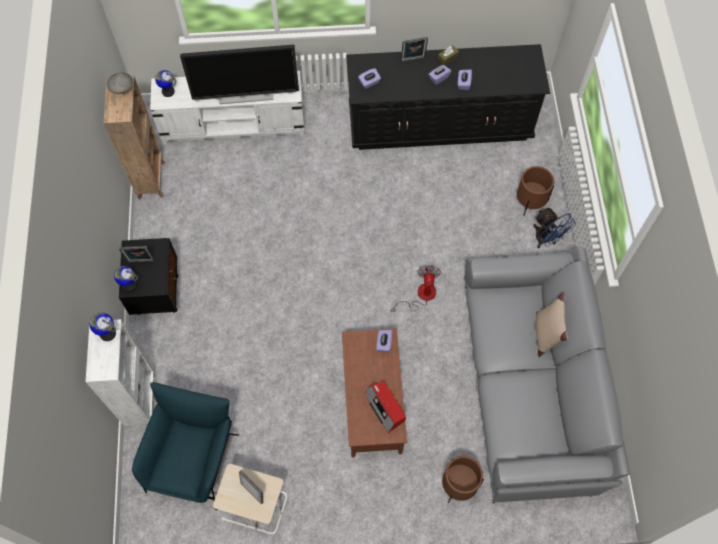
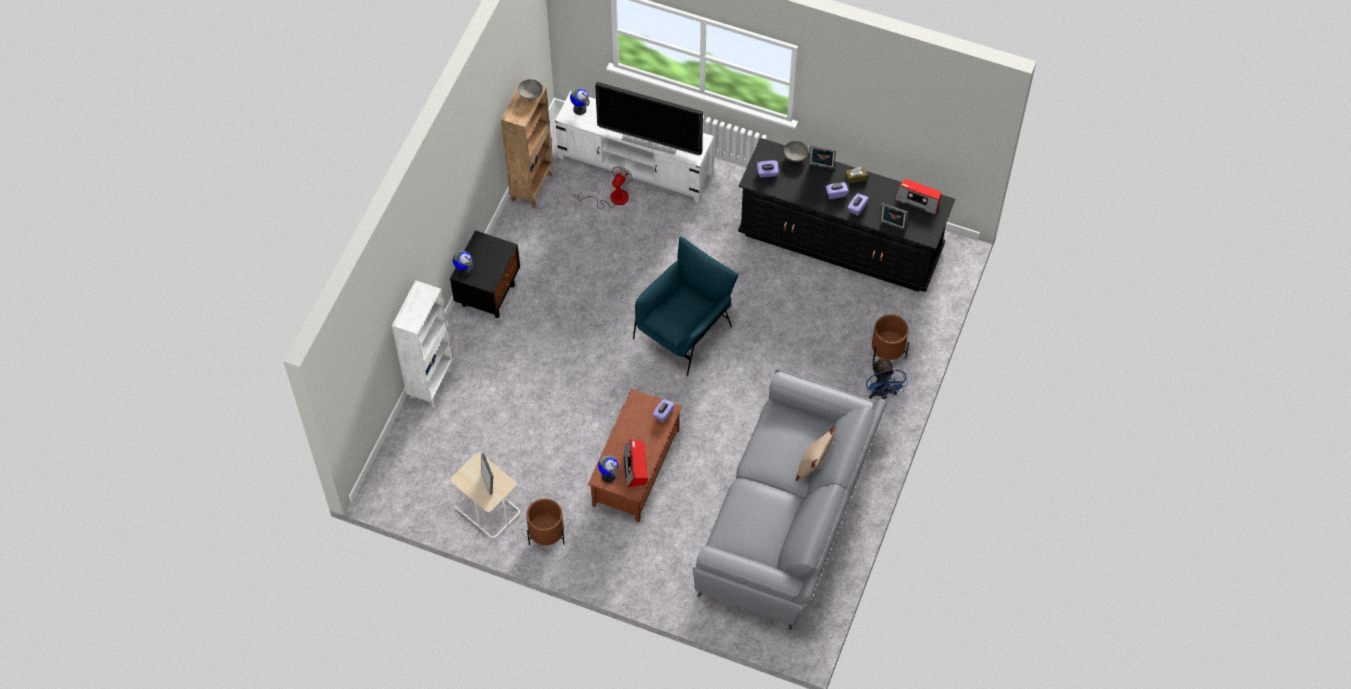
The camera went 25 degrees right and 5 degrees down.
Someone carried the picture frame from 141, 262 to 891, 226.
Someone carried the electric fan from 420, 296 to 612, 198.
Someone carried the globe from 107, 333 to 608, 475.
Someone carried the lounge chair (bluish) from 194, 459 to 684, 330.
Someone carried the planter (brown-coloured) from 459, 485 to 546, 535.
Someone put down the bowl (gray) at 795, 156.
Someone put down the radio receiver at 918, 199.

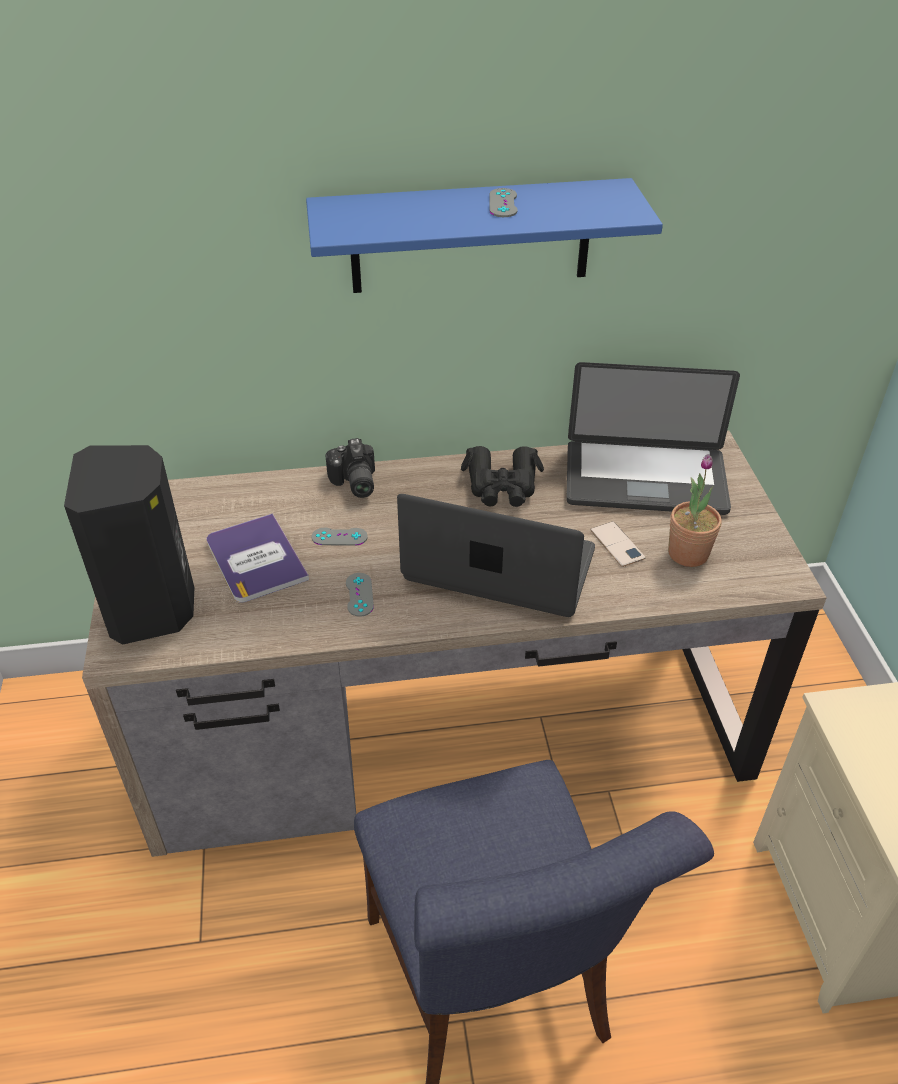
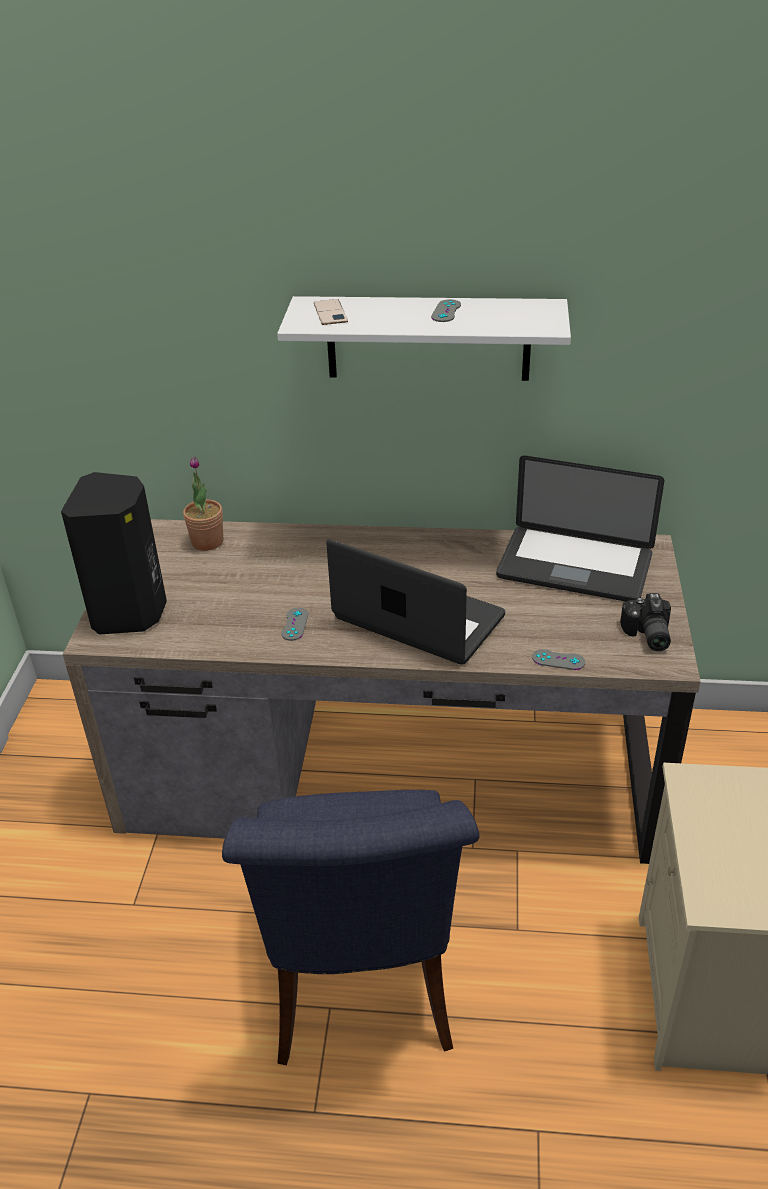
The camera went 15 degrees right and 5 degrees down.
Someone repainted the bracket shelf (bluish) at 471, 236, which became the bracket shelf (white-coloured) at 428, 338.
Someone carried the photo camera from 353, 483 to 646, 635.
Someone took away the field glasses (blackish) at 502, 485.
Someone carried the plant in a pot from 688, 553 to 207, 542.
Someone took away the book at 256, 559.
Someone carried the phone from 617, 544 to 330, 313.
Someone carried the game controller (gray) from 339, 537 to 558, 660.

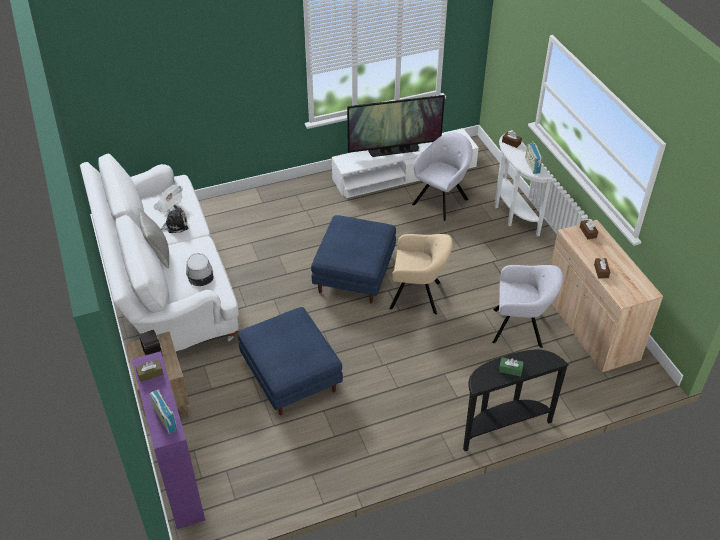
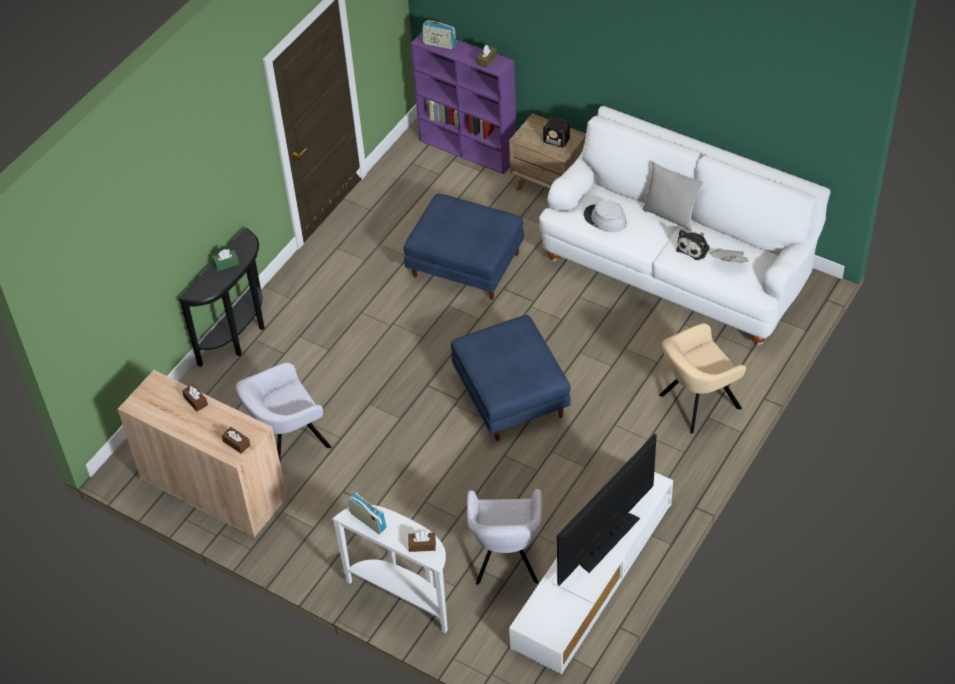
The camera went 145 degrees right and 5 degrees up.
Someone carried the lounge chair (beige) from 418, 295 to 697, 403.

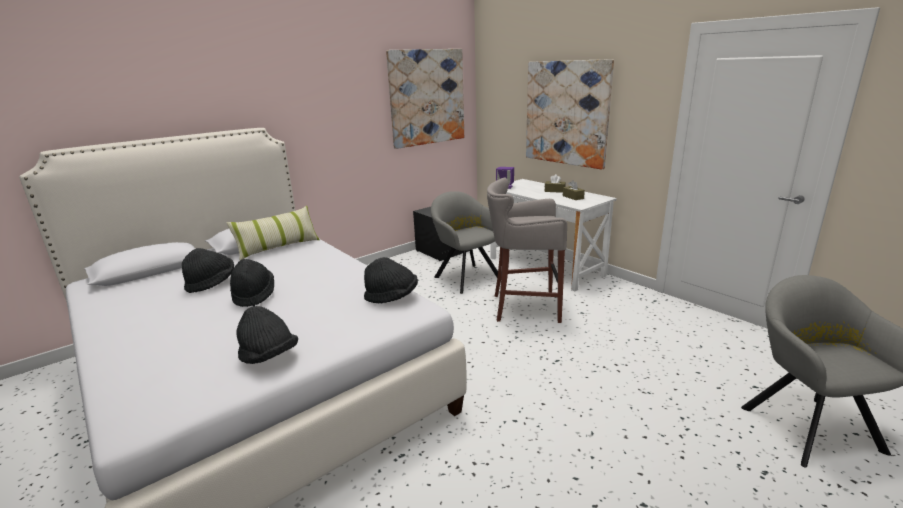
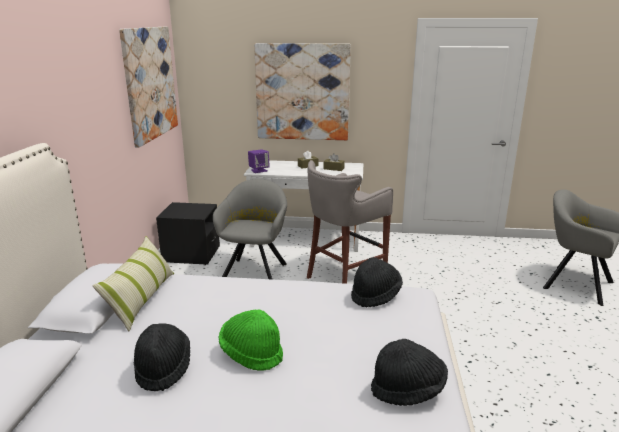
The camera went 45 degrees left and 0 degrees up.
Someone rotated the lounge chair (gray) at 466, 276 by 90 degrees clockwise.
Someone repainted the clothing hat (blackish) at 254, 295, which became the clothing hat (green-coloured) at 251, 354.

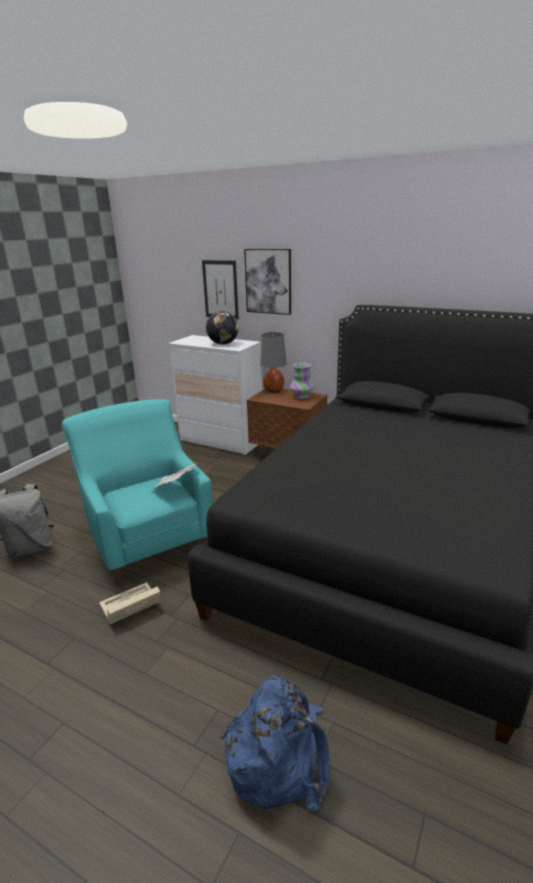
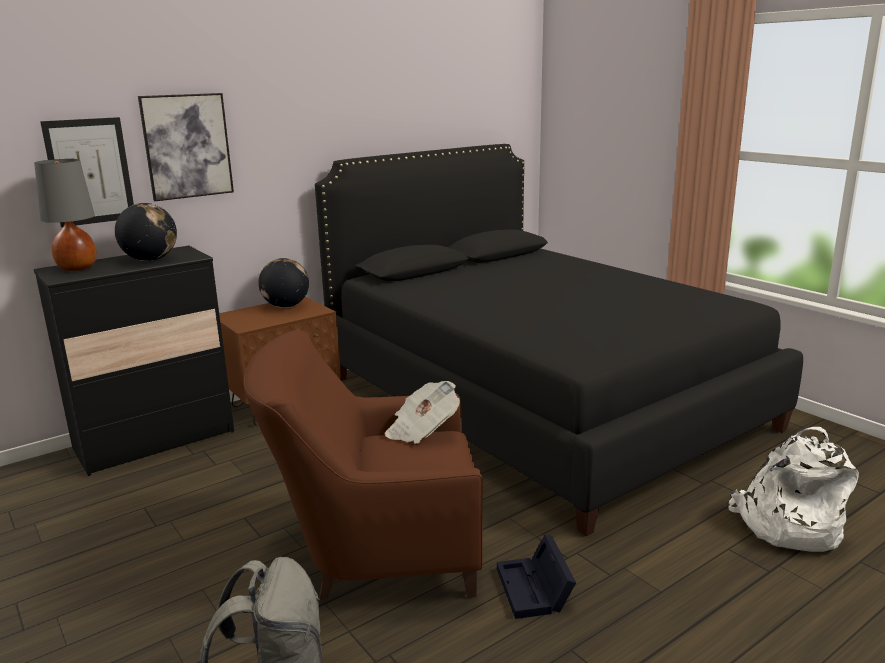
The camera went 65 degrees left and 5 degrees down.
Someone carried the table lamp (gray) from 273, 390 to 77, 268.
Someone repainted the dresser (white-coloured) at 221, 441, which became the dresser (blackish) at 155, 441.
Someone swapped the vase at 302, 396 for the globe at 286, 306.
Someone repainted the lounge chair (turquoise) at 147, 538, which became the lounge chair (brown-coloured) at 375, 553.
Someone repainted the storage bin (beige) at 129, 608, which became the storage bin (blackish) at 535, 590.
Someone repainted the backpack (bluish) at 279, 756, which became the backpack (white-coloured) at 787, 525.

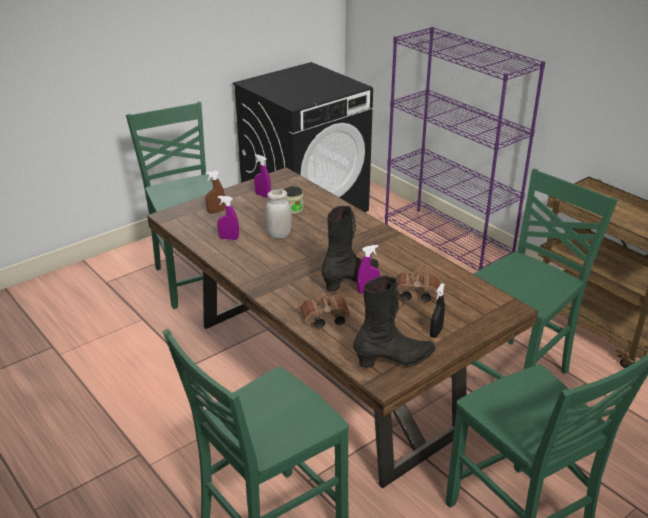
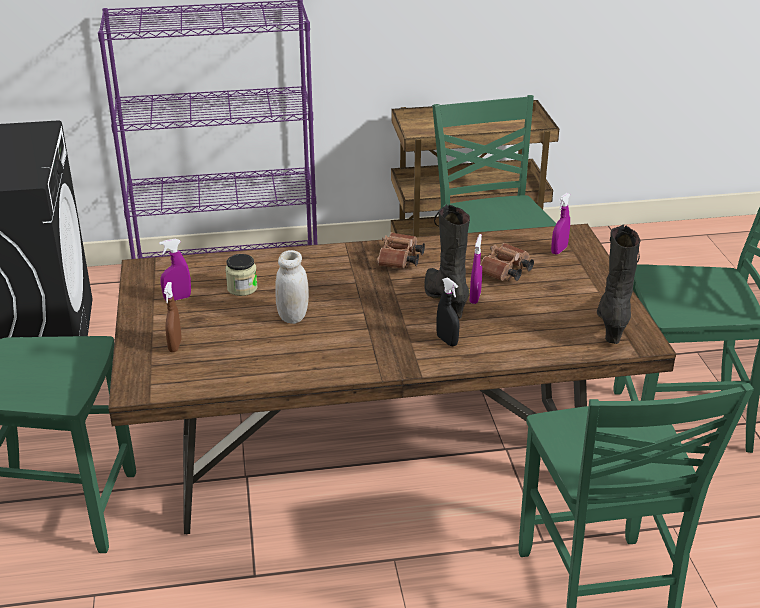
The camera went 60 degrees left and 0 degrees up.
Someone carried the sprayer (purple-coloured) from 229, 238 to 559, 250.
Someone carried the sprayer (blackish) from 436, 332 to 447, 341.
Someone carried the field glasses (brown-coloured) from 324, 319 to 400, 261.

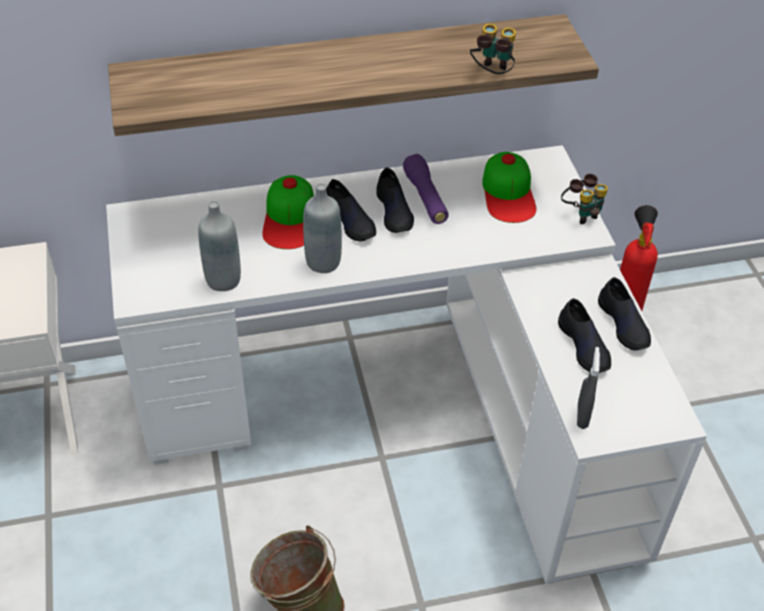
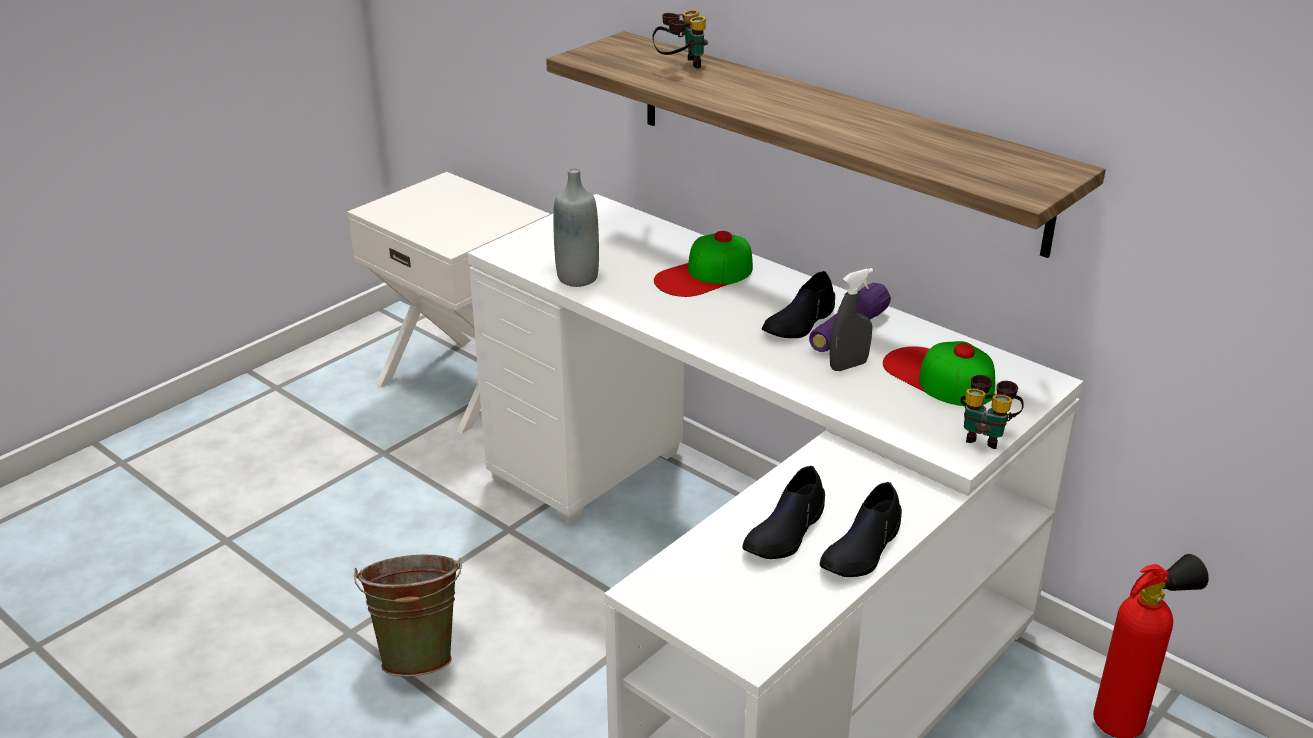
The camera went 55 degrees right and 15 degrees down.
Someone carried the field glasses from 491, 74 to 680, 65.
Someone rotated the baseball cap at 508, 193 by 90 degrees clockwise.
Someone took away the shoe (blackish) at 350, 221.
Someone took away the bottle (gray) at 323, 262.
Someone carried the sprayer (gray) from 582, 416 to 848, 365.

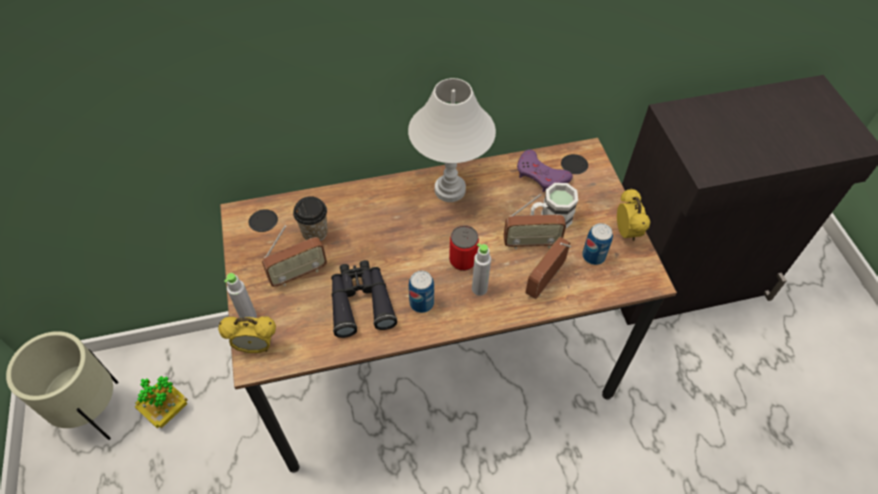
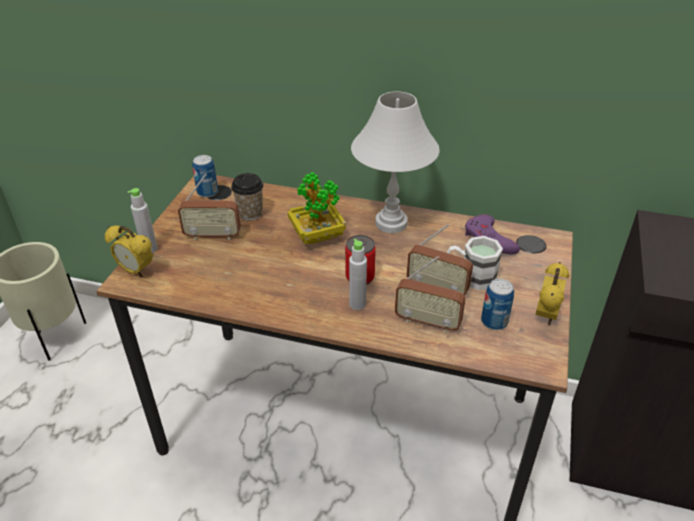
The camera went 30 degrees right and 15 degrees down.
Someone rotated the radio receiver at 545, 280 by 135 degrees counterclockwise.
Someone took away the field glasses (blackish) at 360, 301.
Someone carried the metal can from 421, 303 to 207, 192.
Someone carried the plant in a pot from 166, 409 to 317, 235.

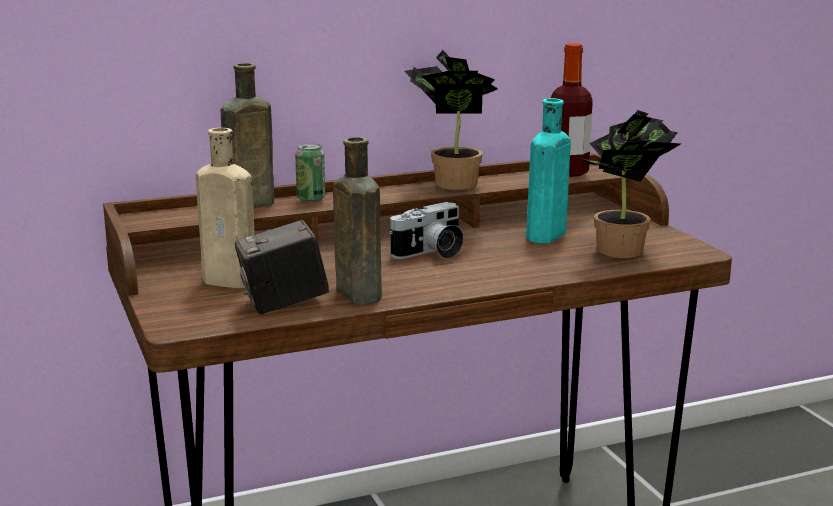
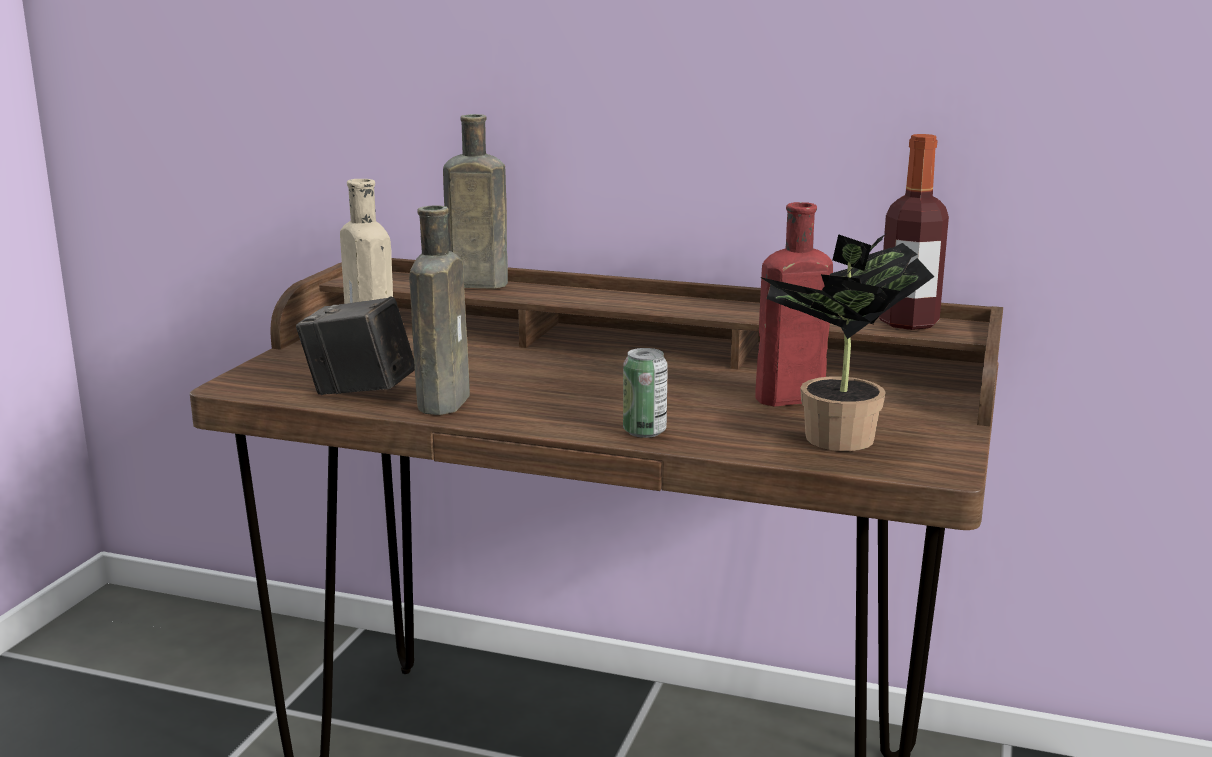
The camera went 40 degrees right and 0 degrees up.
Someone took away the plant in a pot at 450, 183.
Someone repainted the bottle (turquoise) at 544, 237, which became the bottle (red) at 785, 398.
Someone carried the metal can from 311, 199 to 644, 431.
Someone took away the photo camera at 431, 253.

